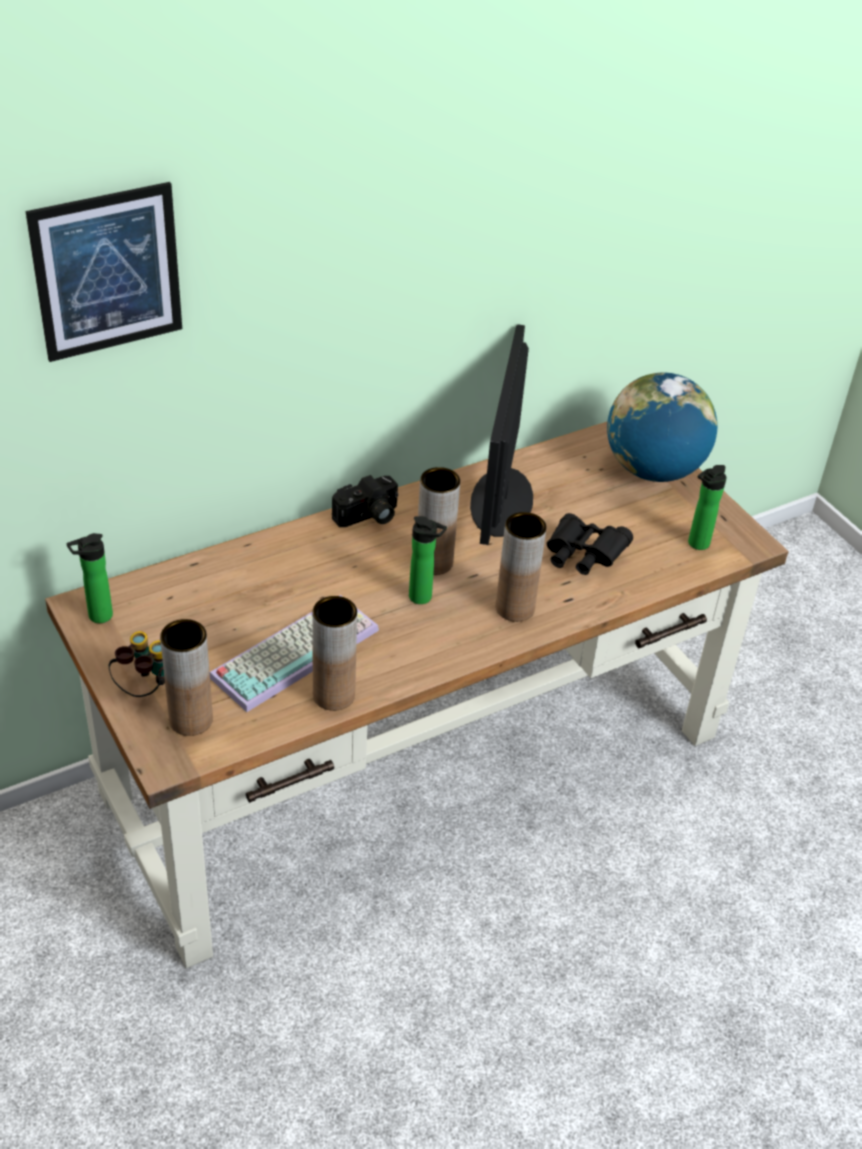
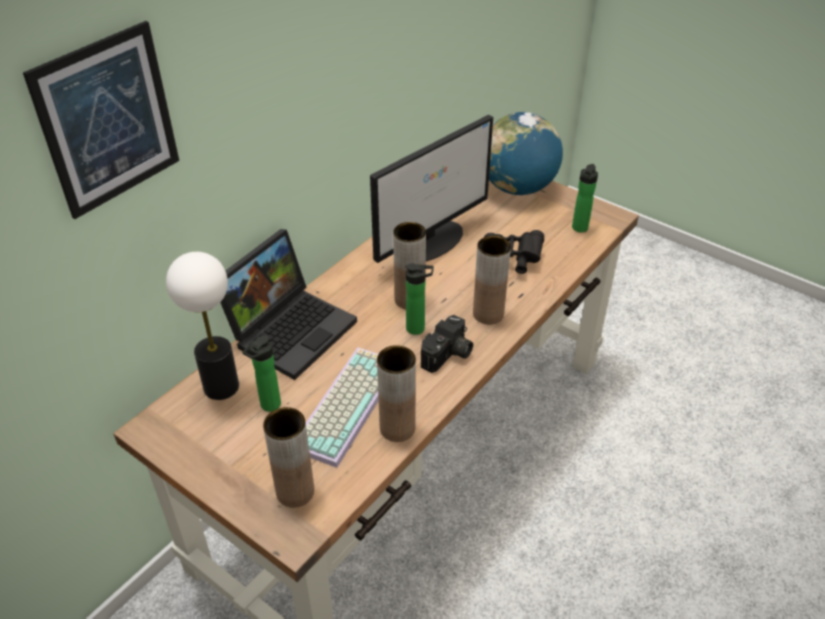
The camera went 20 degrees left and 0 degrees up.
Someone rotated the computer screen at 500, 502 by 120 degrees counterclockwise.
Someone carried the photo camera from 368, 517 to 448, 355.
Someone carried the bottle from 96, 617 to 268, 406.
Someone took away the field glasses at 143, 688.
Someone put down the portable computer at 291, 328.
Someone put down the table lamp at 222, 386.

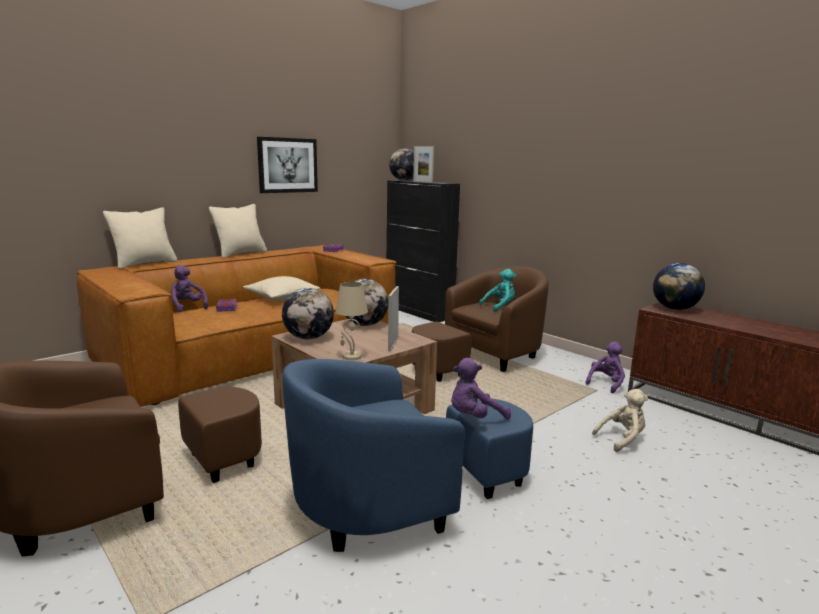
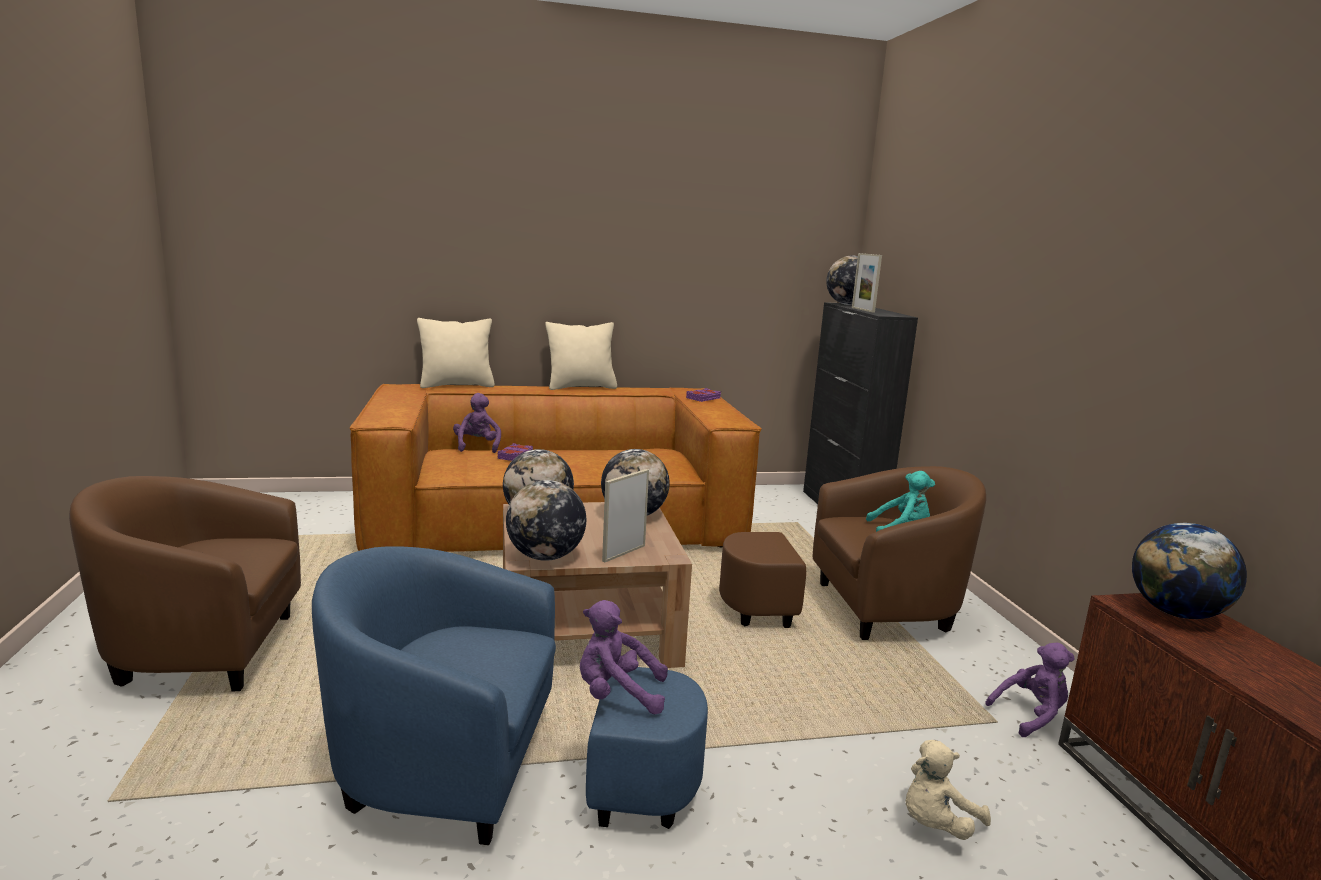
The camera went 30 degrees right and 0 degrees up.
Someone took away the picture at 287, 165.
Someone took away the throw pillow (beige) at 282, 297.
Someone swapped the table lamp (beige) at 351, 357 for the globe at 545, 557.
Someone rotated the cuddly toy (beige) at 622, 439 by 135 degrees clockwise.

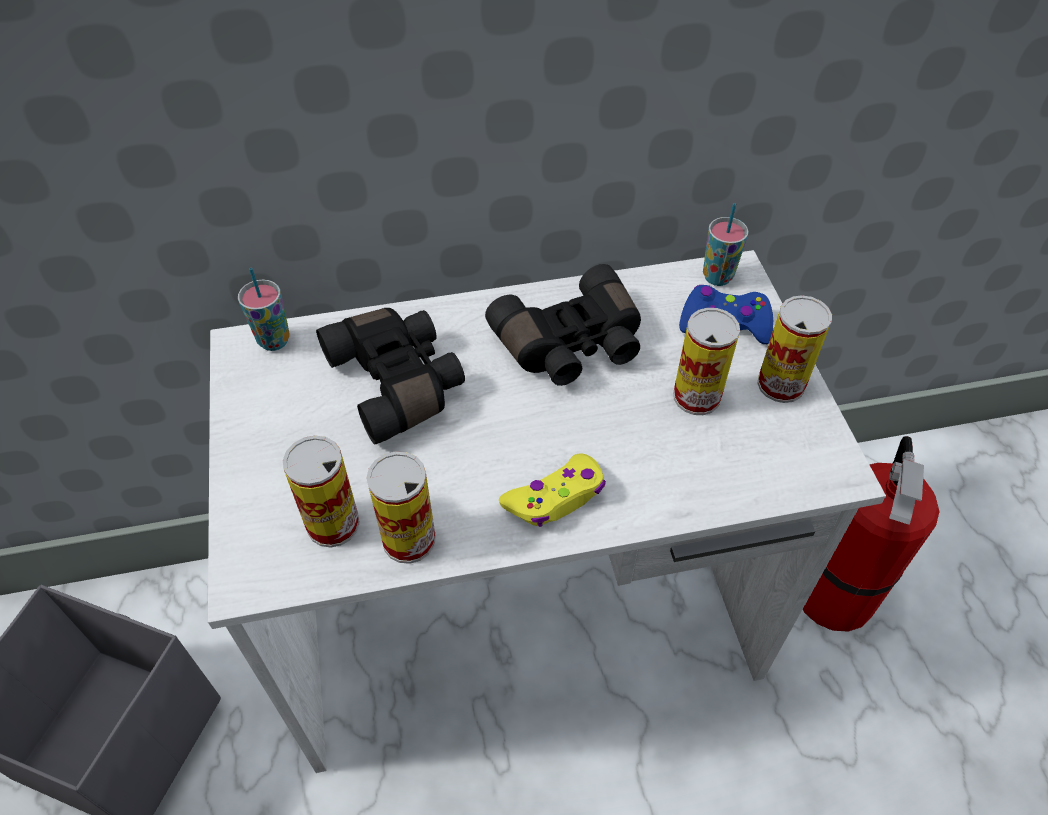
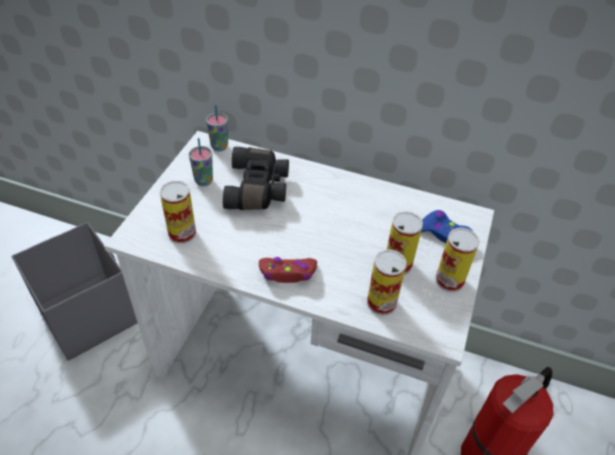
The camera went 30 degrees right and 5 degrees down.
Someone carried the drinking cup from 717, 277 to 204, 181.
Someone took away the field glasses (blackish) at 572, 345.
Someone carried the metal can from 409, 539 to 381, 303.
Someone repainted the game controller (yellow) at 556, 498, which became the game controller (red) at 288, 273.

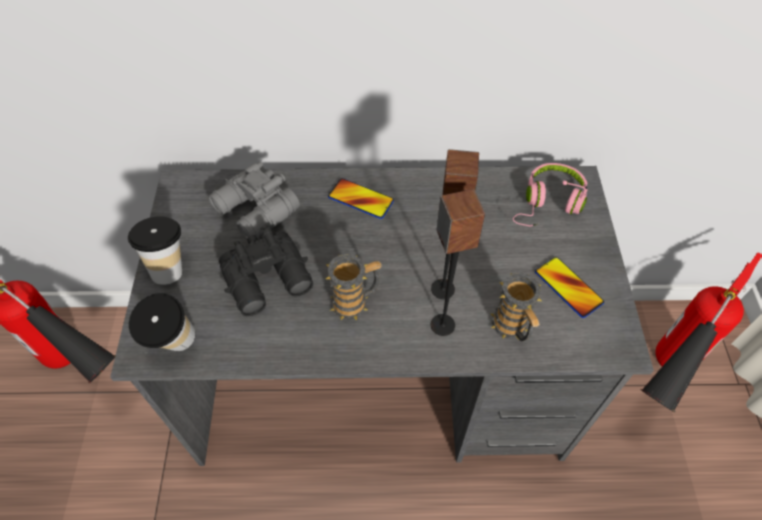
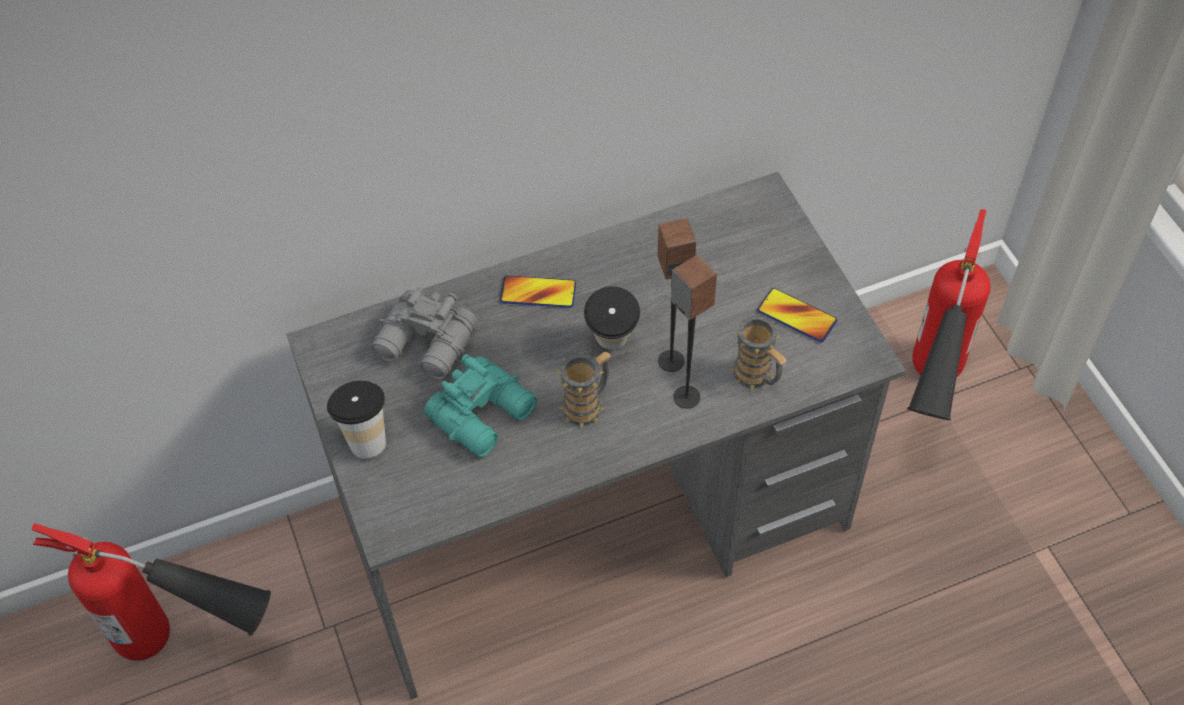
The camera went 20 degrees left and 0 degrees up.
Someone took away the pair of headphones (pink-coloured) at 549, 203.
Someone repainted the field glasses (blackish) at 270, 281, which became the field glasses (turquoise) at 485, 414.
Someone carried the drinking cup from 174, 347 to 612, 346.

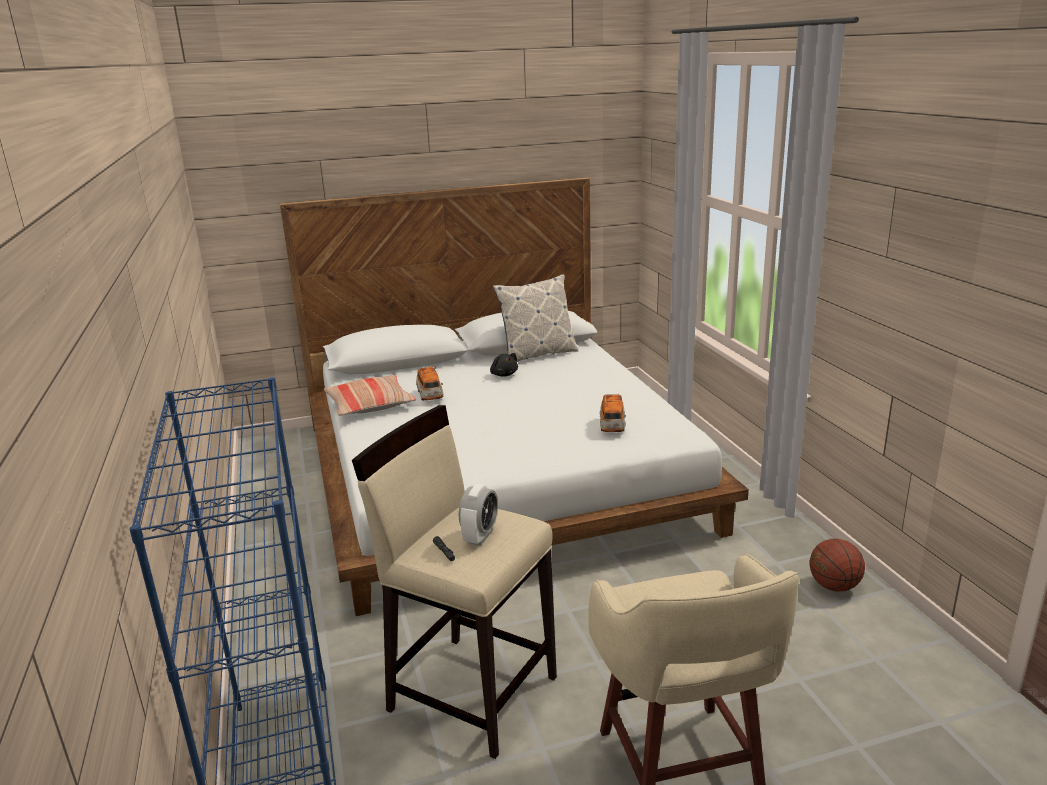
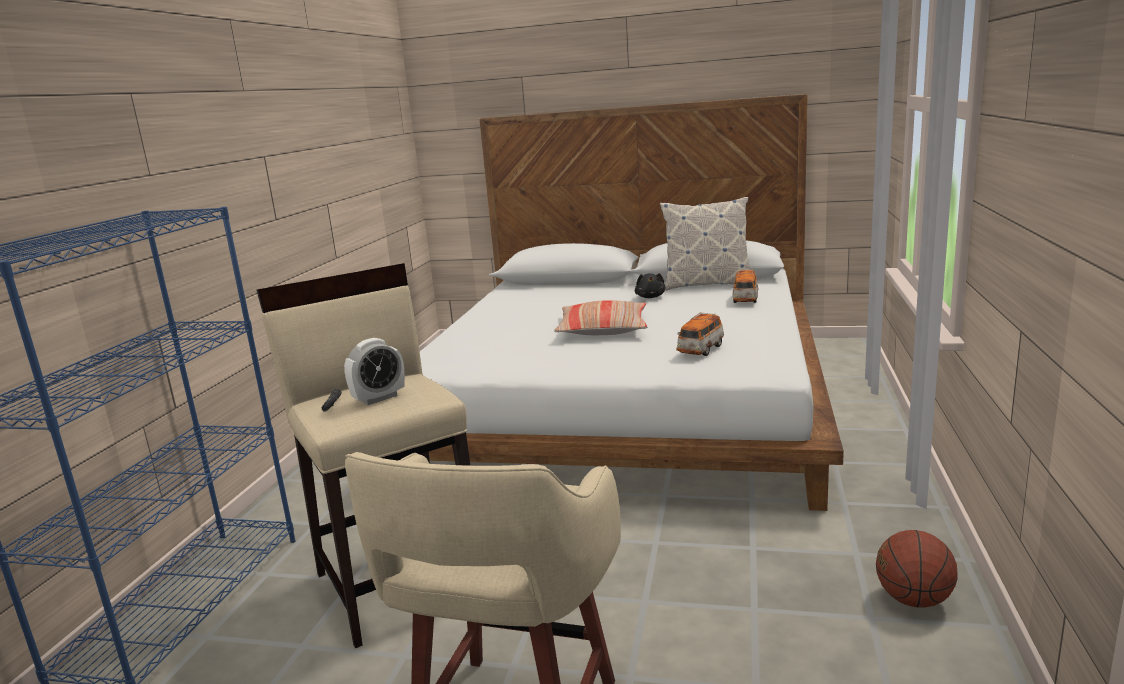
The camera went 30 degrees right and 5 degrees down.
Someone carried the toy car from 430, 395 to 745, 299.
Someone carried the throw pillow from 370, 405 to 603, 330.

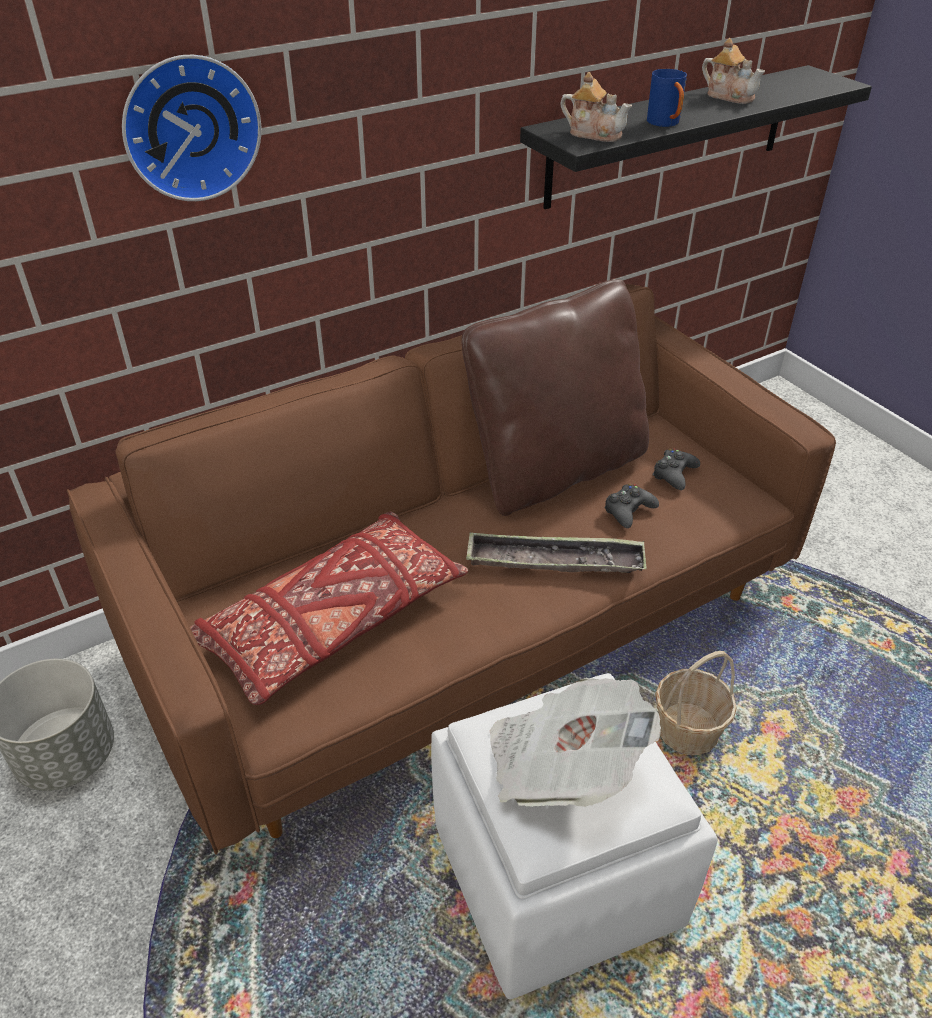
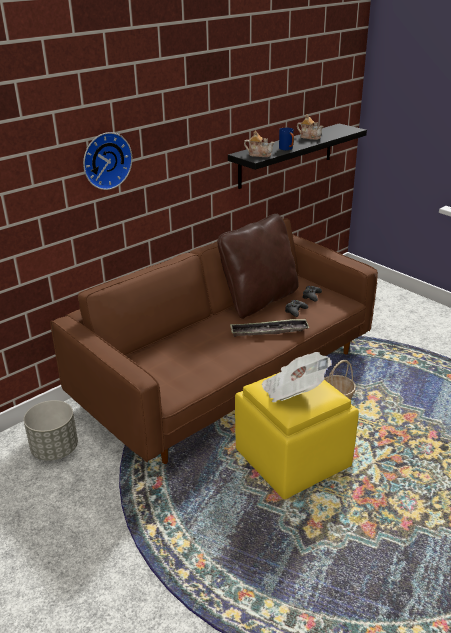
The camera went 10 degrees left and 10 degrees down.
Someone took away the throw pillow (red) at 332, 622.
Someone repainted the ottoman (white-coloured) at 556, 873, which became the ottoman (yellow) at 292, 458.

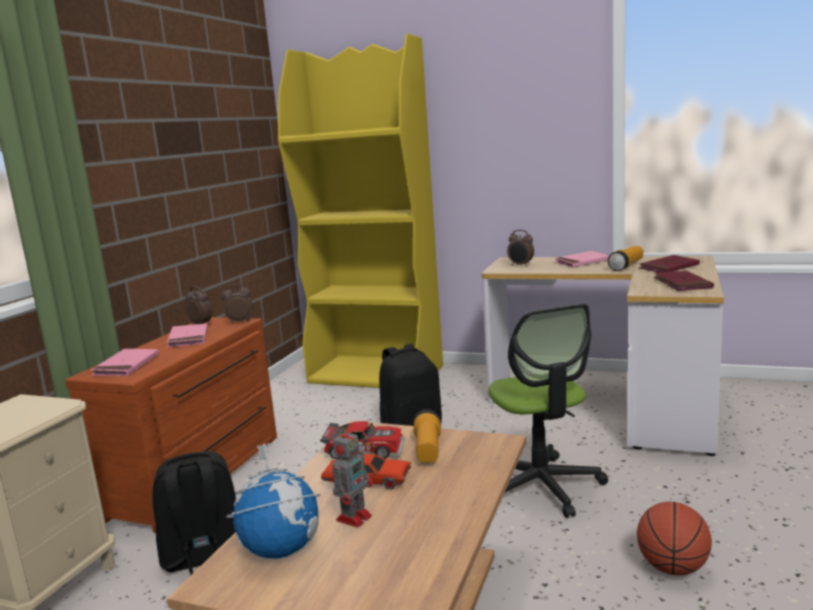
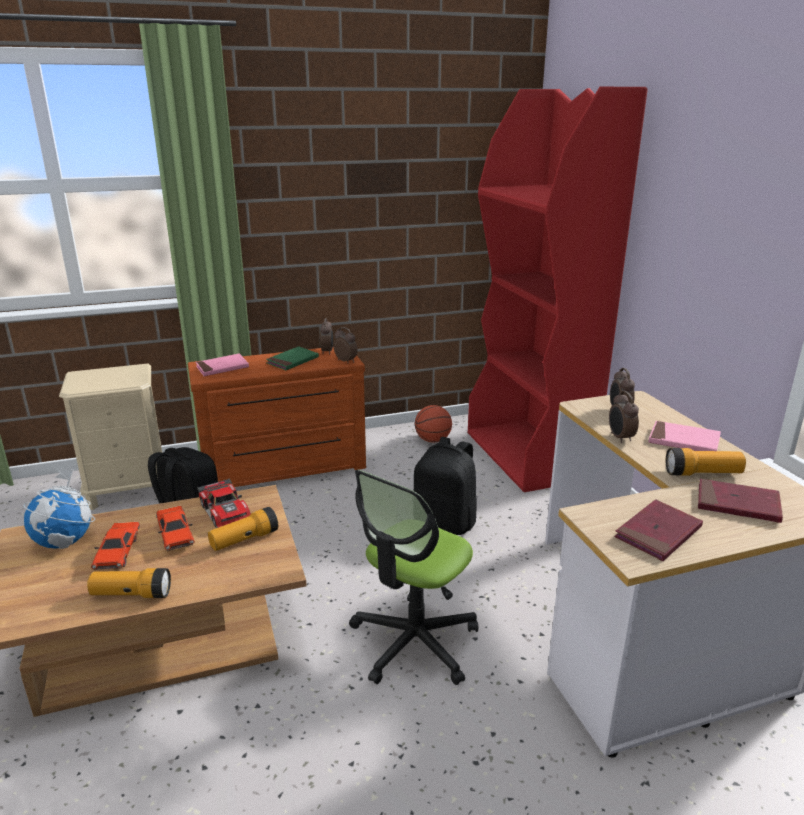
The camera went 50 degrees right and 10 degrees up.
Someone repainted the shelving unit (yellow) at 377, 374, which became the shelving unit (red) at 528, 455.
Someone repainted the book (pink-coloured) at 188, 338, which became the book (green-coloured) at 293, 361.
Someone swapped the model robot at 355, 517 for the toy car (red) at 118, 552.
Someone carried the basketball from 672, 568 to 433, 440.
Someone put down the table clock at 620, 438.
Someone put down the flashlight at 132, 594.

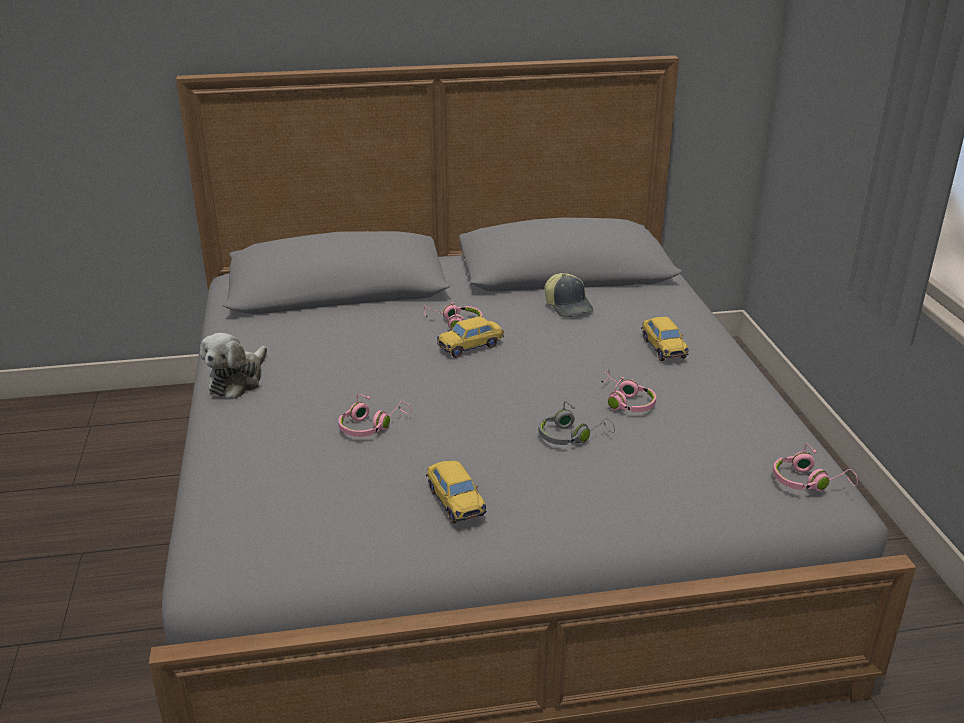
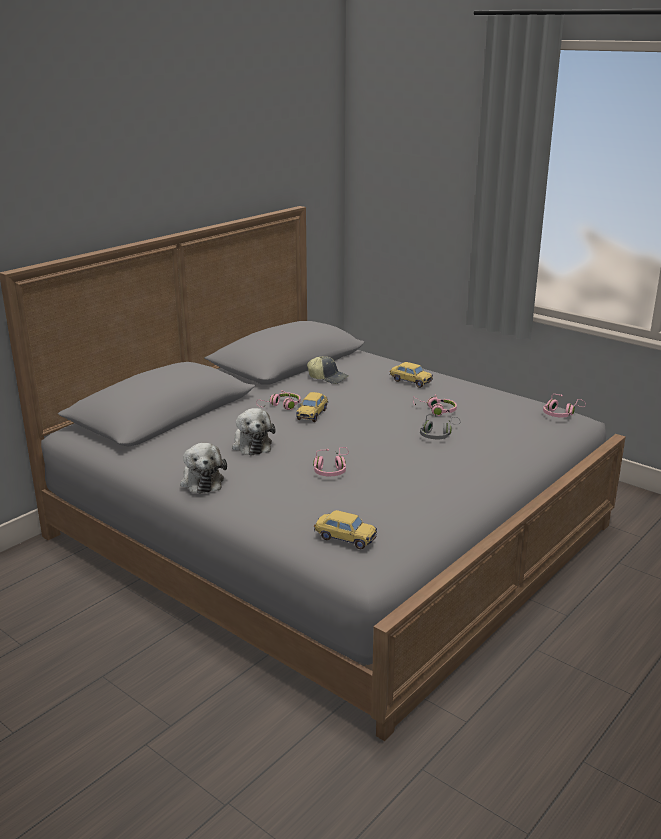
The camera went 40 degrees left and 5 degrees down.
Someone carried the toy car from 455, 501 to 345, 538.
Someone put down the cuddly toy at 251, 444.

